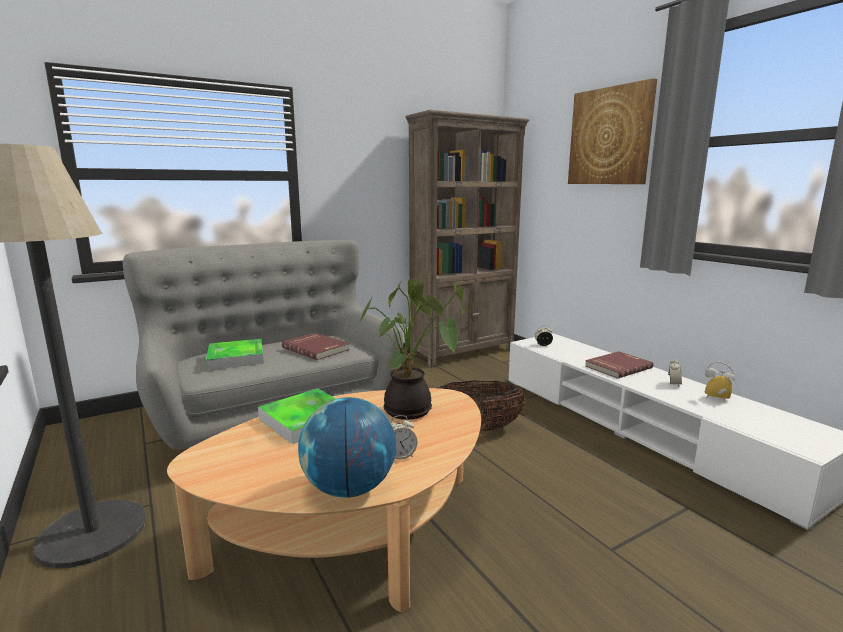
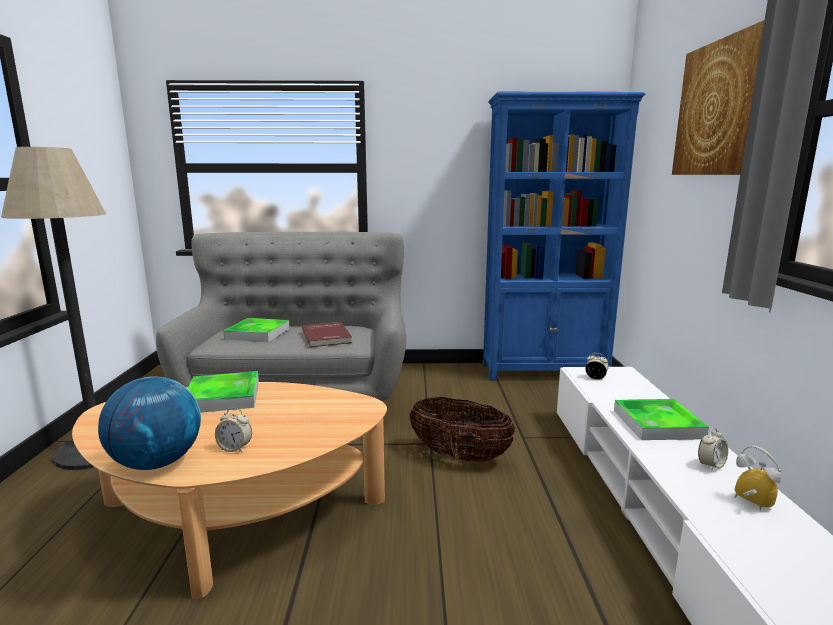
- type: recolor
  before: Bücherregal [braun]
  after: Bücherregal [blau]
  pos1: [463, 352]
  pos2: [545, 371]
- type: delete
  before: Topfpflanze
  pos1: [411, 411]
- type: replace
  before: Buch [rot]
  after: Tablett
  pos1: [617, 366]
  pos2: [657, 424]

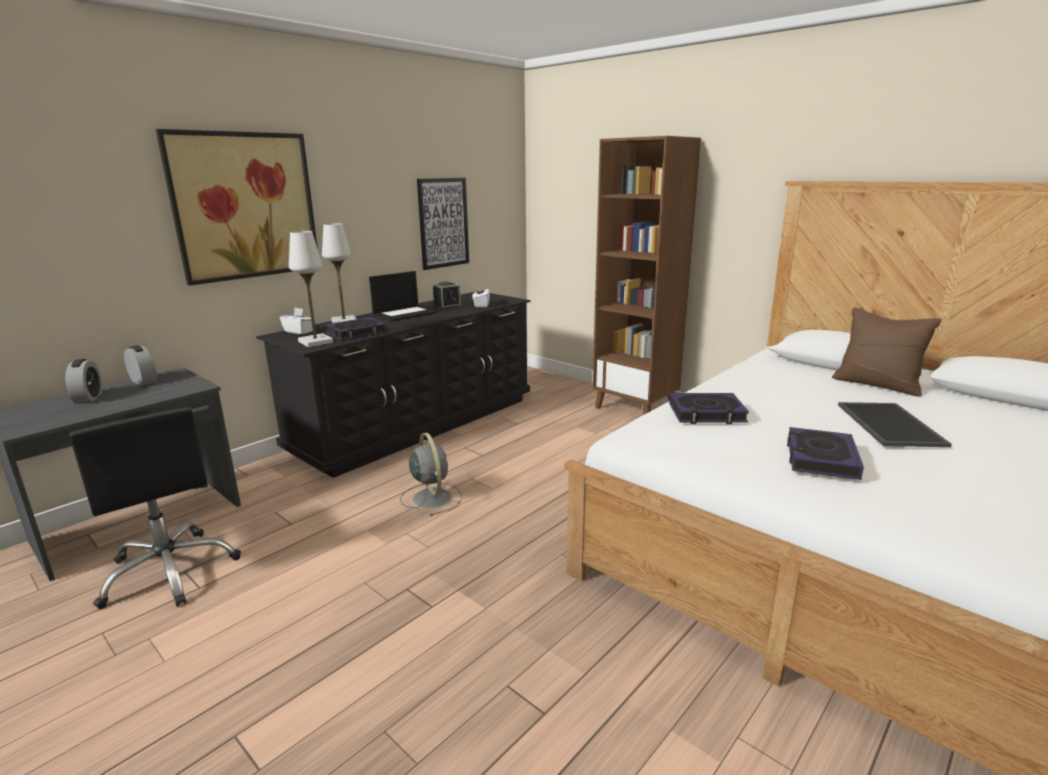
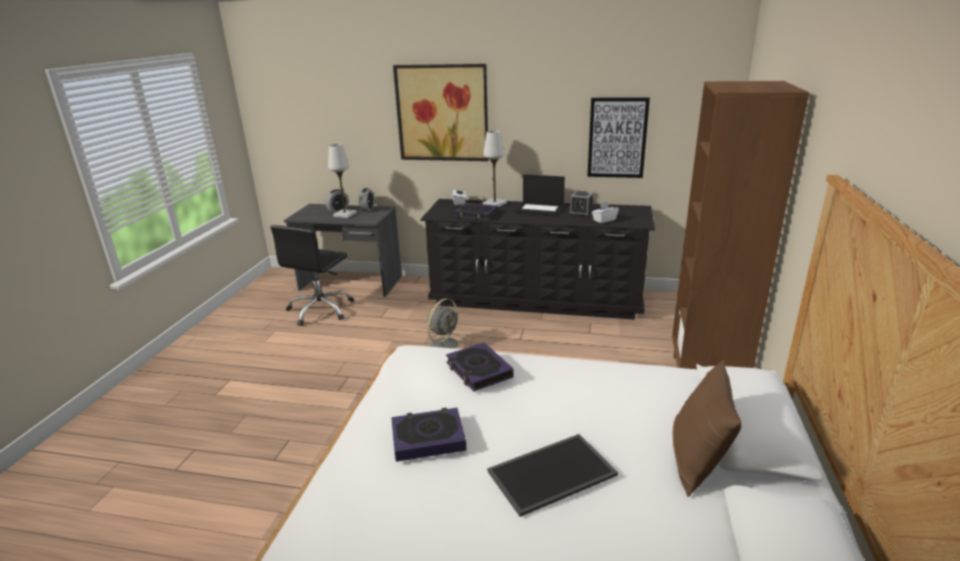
- type: move
  before: Tischlampe [weiß]
  pos1: [315, 342]
  pos2: [345, 214]

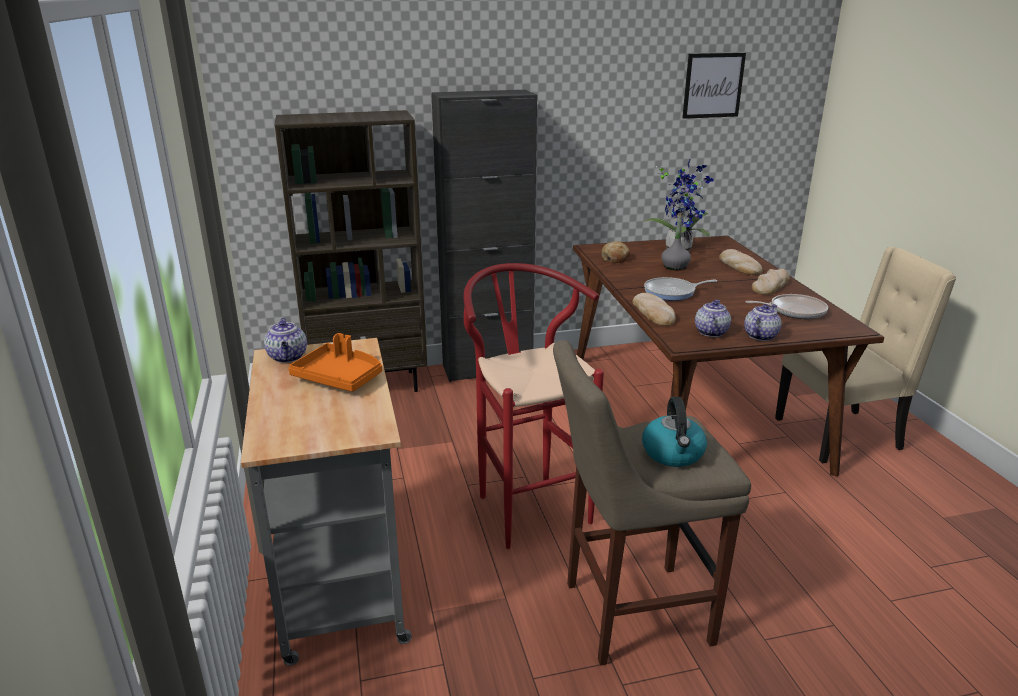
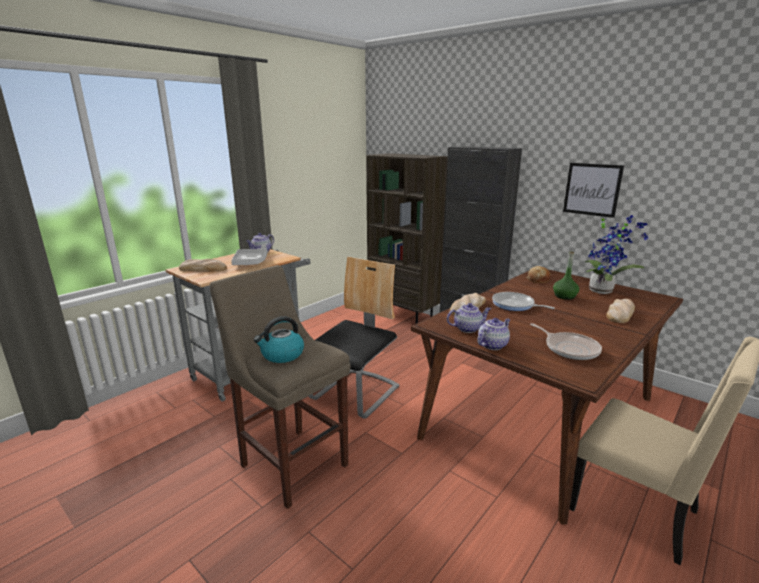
- type: move
  before: Bild
  pos1: [713, 85]
  pos2: [592, 189]
- type: recolor
  before: Flasche [grau]
  after: Flasche [grün]
  pos1: [674, 267]
  pos2: [564, 296]
- type: replace
  before: Hocker [rot]
  after: Stuhl
  pos1: [527, 504]
  pos2: [356, 393]
- type: move
  before: Brot
  pos1: [770, 285]
  pos2: [203, 269]
- type: rotate
  before: Teekanne
  pos1: [760, 335]
  pos2: [492, 345]
  turn: -45
- type: recolor
  before: Tablett [orange]
  after: Tablett [grau]
  pos1: [339, 377]
  pos2: [251, 262]

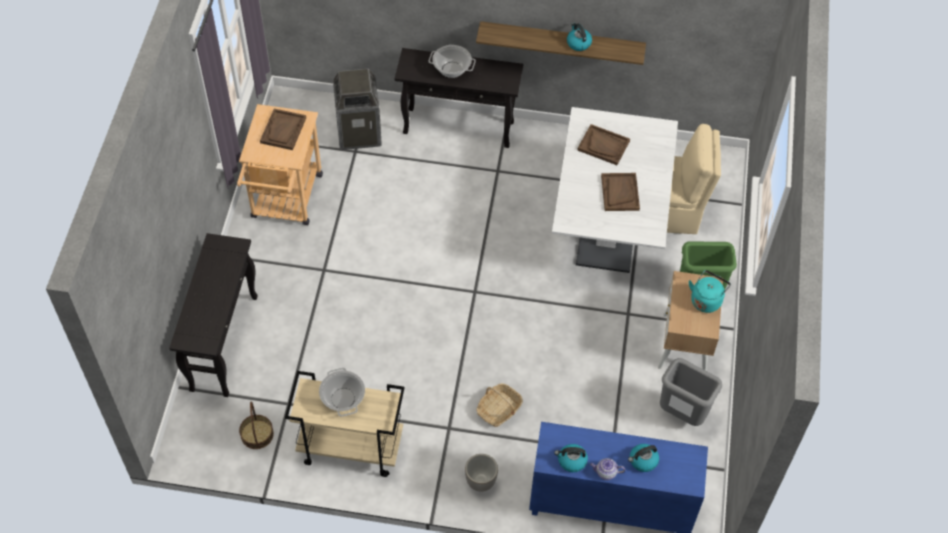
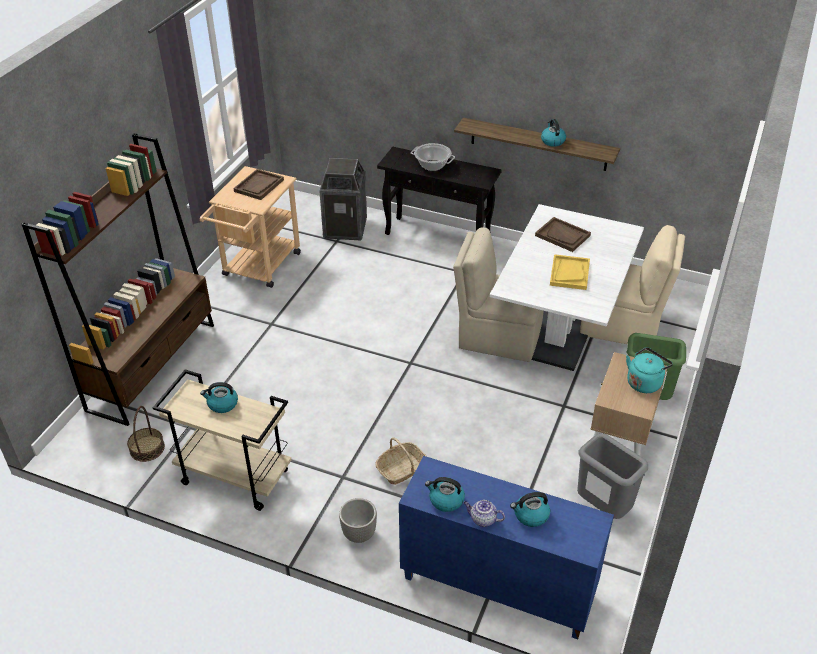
- type: recolor
  before: Tablett [braun]
  after: Tablett [gelb]
  pos1: [620, 193]
  pos2: [569, 273]
- type: replace
  before: Konsolentisch [schwarz]
  after: Bücherregal [braun]
  pos1: [224, 342]
  pos2: [153, 366]
- type: replace
  before: Kochtopf
  after: Wasserkessel
  pos1: [343, 399]
  pos2: [222, 404]
- type: insert
  after: Stuhl [beige]
  pos2: [497, 336]

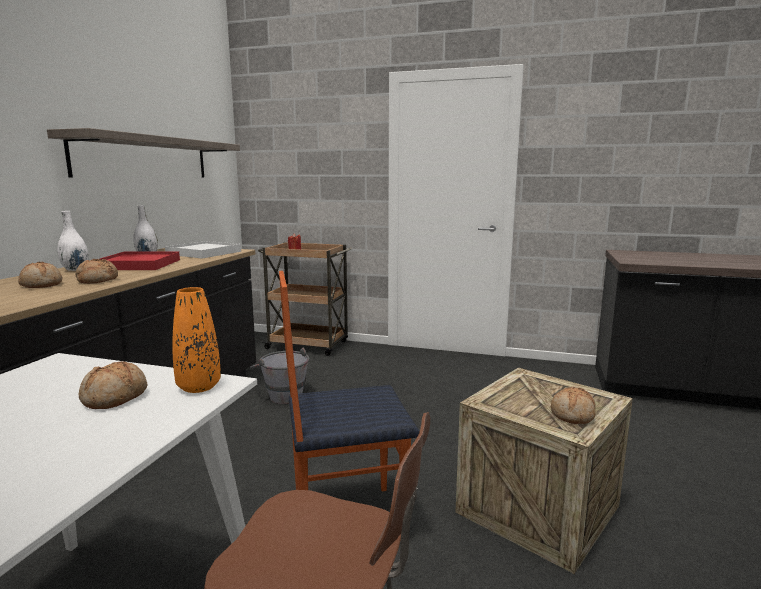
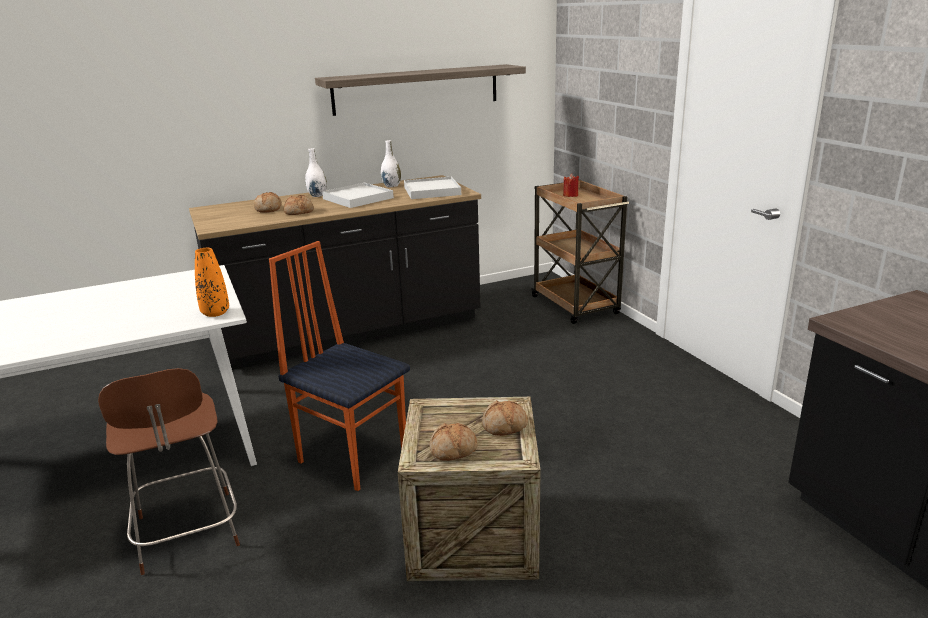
- type: recolor
  before: Tablett [rot]
  after: Tablett [weiß]
  pos1: [139, 264]
  pos2: [358, 198]
- type: delete
  before: Eimer [grau]
  pos1: [282, 394]
- type: move
  before: Brot
  pos1: [115, 398]
  pos2: [504, 426]

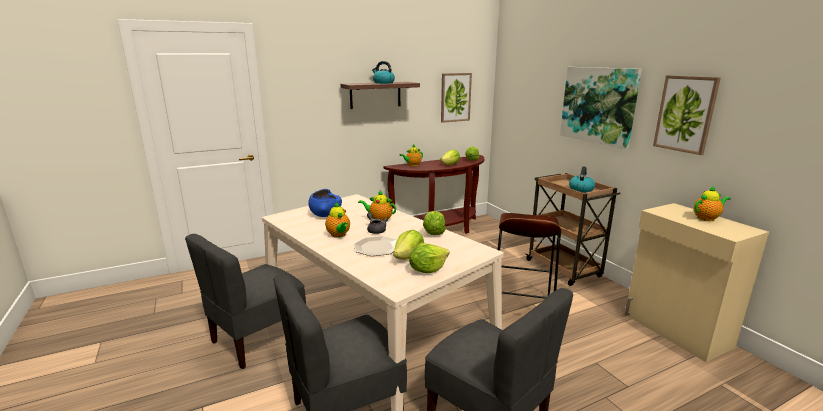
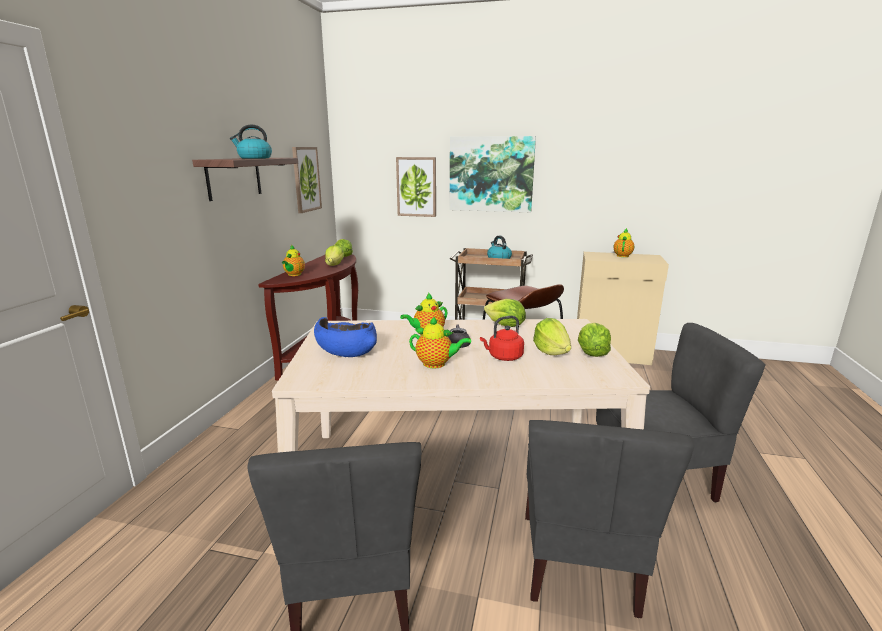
- type: move
  before: Bild
  pos1: [685, 114]
  pos2: [416, 187]
- type: replace
  before: Teller
  after: Wasserkessel [rot]
  pos1: [376, 247]
  pos2: [503, 357]

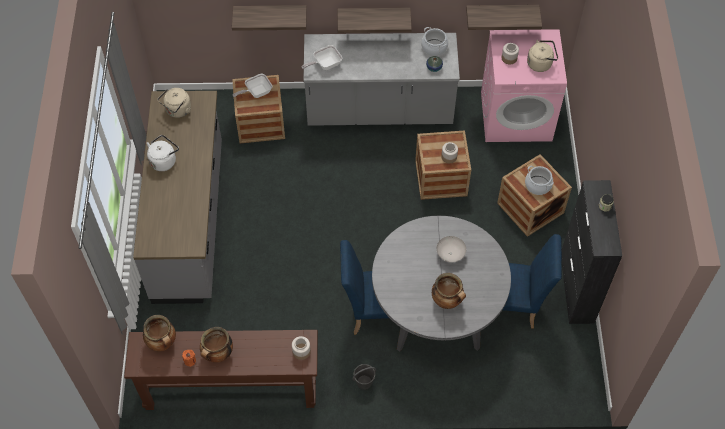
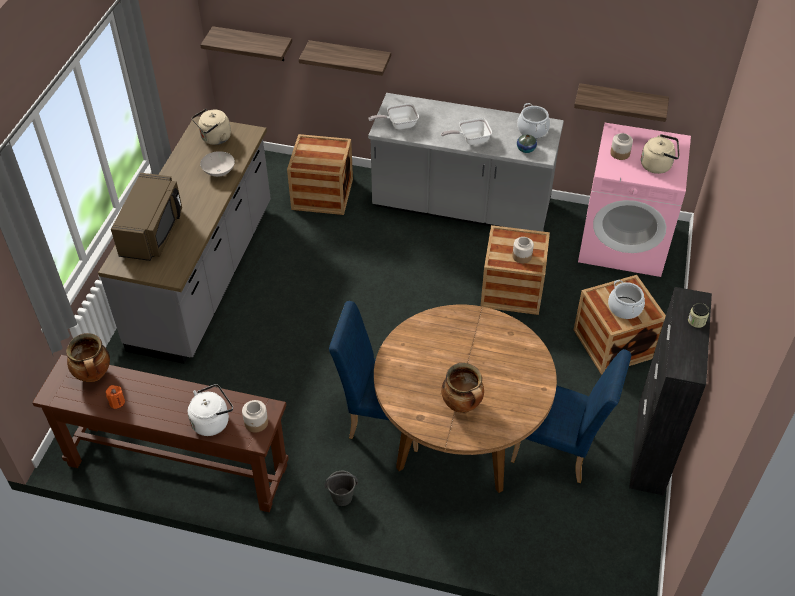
- type: move
  before: Wandregal
  pos1: [373, 16]
  pos2: [253, 44]
- type: move
  before: Pfanne
  pos1: [256, 92]
  pos2: [470, 140]
- type: move
  before: Wasserkessel [weiß]
  pos1: [164, 160]
  pos2: [212, 421]
- type: recolor
  before: Esstisch [grau]
  after: Esstisch [braun]
  pos1: [436, 313]
  pos2: [459, 437]
- type: move
  before: Schüssel [weiß]
  pos1: [451, 254]
  pos2: [219, 172]
- type: delete
  before: Kochtopf
  pos1: [218, 354]
- type: insert
  after: Mikrowelle [braun]
  pos2: [153, 232]

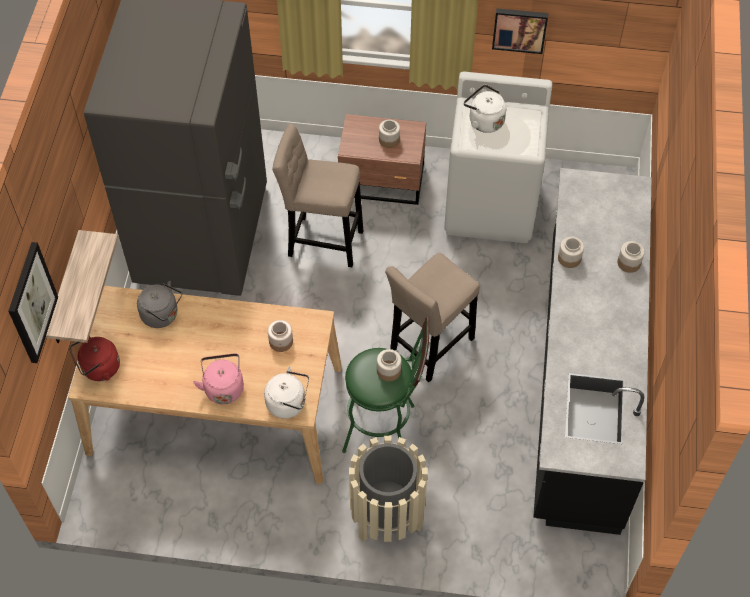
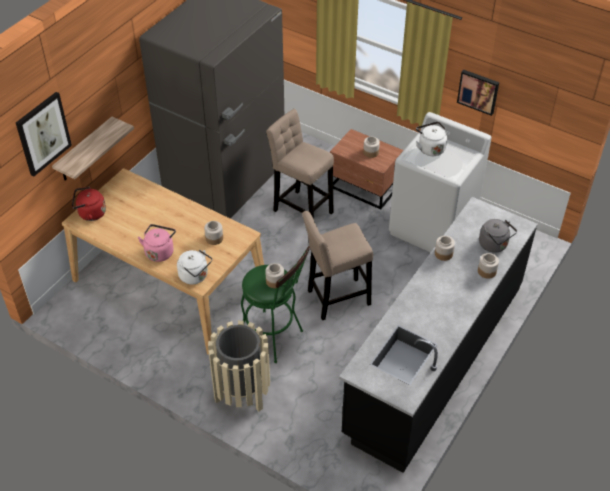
- type: move
  before: Wasserkessel [grau]
  pos1: [162, 315]
  pos2: [494, 245]

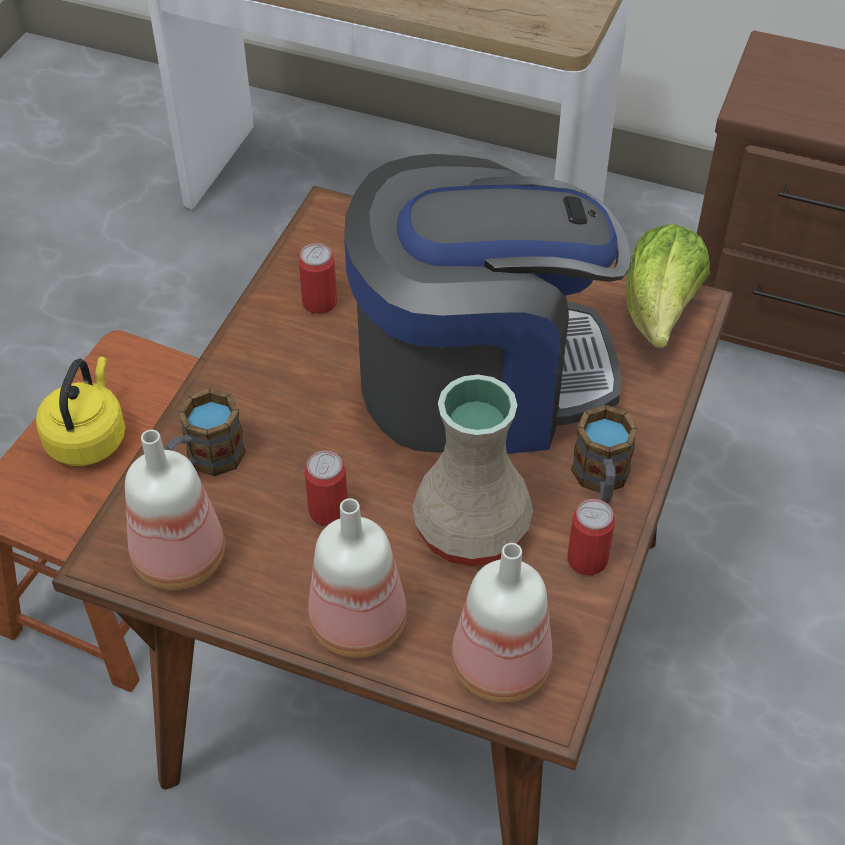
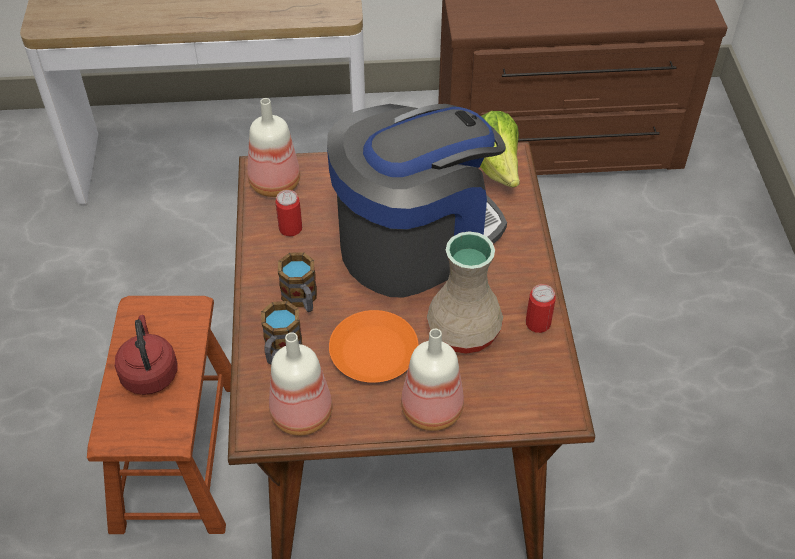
- type: recolor
  before: Wasserkessel [gelb]
  after: Wasserkessel [rot]
  pos1: [88, 437]
  pos2: [149, 372]
- type: move
  before: Henkelbecher
  pos1: [601, 480]
  pos2: [302, 299]
- type: replace
  before: Dose
  after: Teller [orange]
  pos1: [328, 511]
  pos2: [374, 351]
- type: move
  before: Flasche
  pos1: [497, 668]
  pos2: [274, 184]

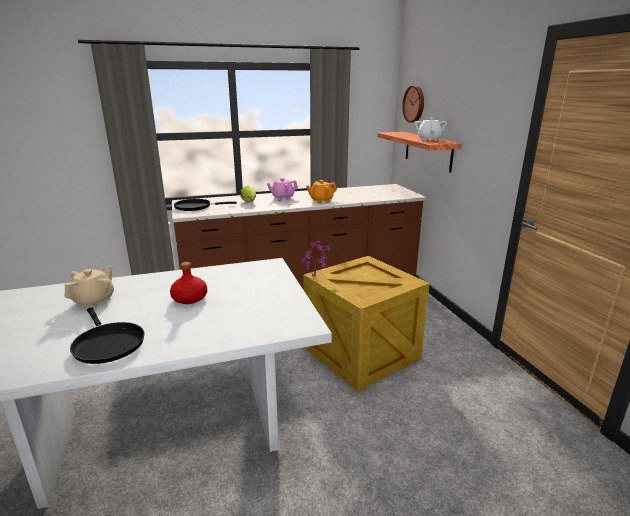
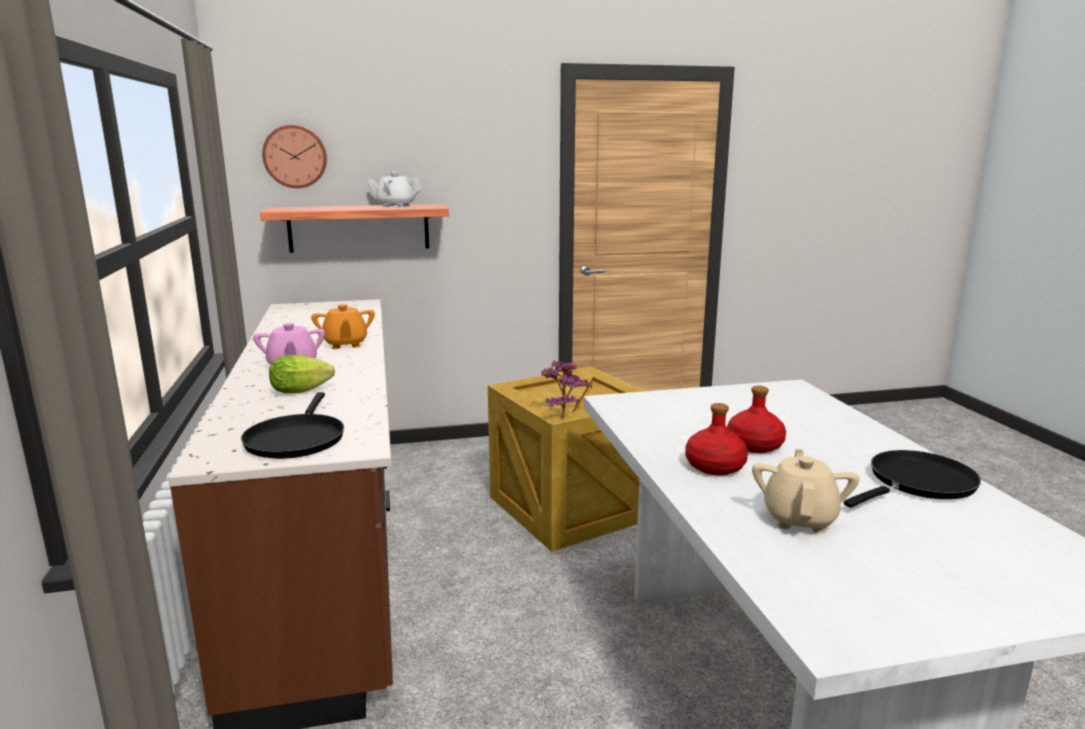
- type: rotate
  before: Teekanne [beige]
  pos1: [94, 301]
  pos2: [799, 519]
  turn: 75
- type: insert
  after: Flasche [rot]
  pos2: [715, 466]

